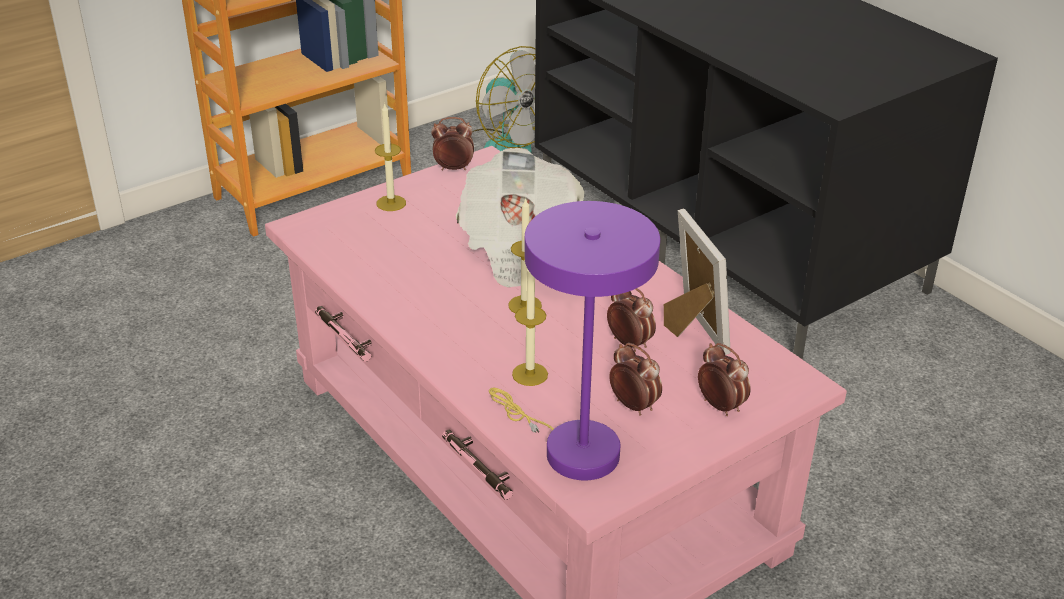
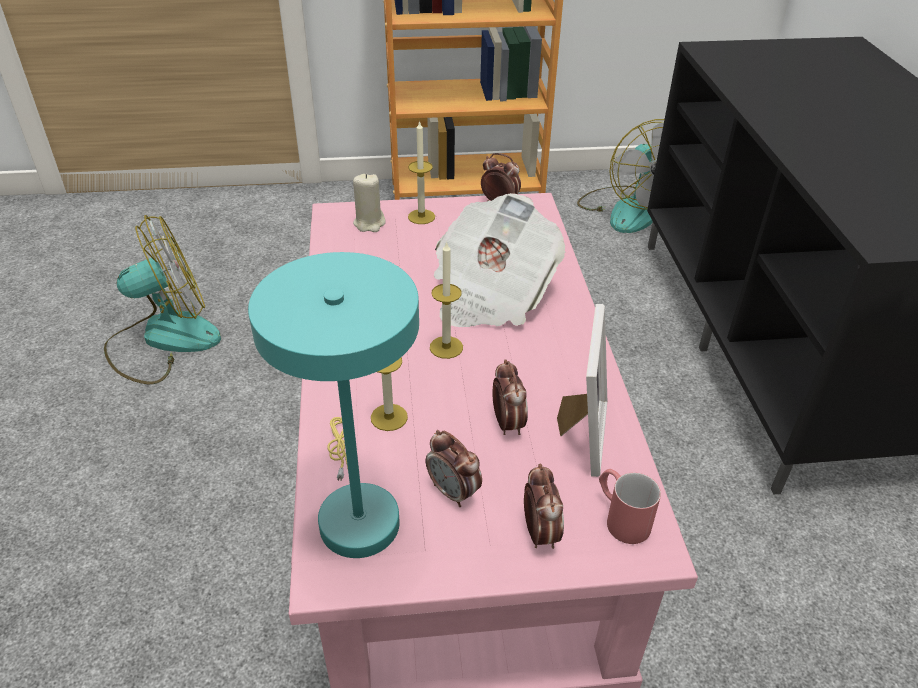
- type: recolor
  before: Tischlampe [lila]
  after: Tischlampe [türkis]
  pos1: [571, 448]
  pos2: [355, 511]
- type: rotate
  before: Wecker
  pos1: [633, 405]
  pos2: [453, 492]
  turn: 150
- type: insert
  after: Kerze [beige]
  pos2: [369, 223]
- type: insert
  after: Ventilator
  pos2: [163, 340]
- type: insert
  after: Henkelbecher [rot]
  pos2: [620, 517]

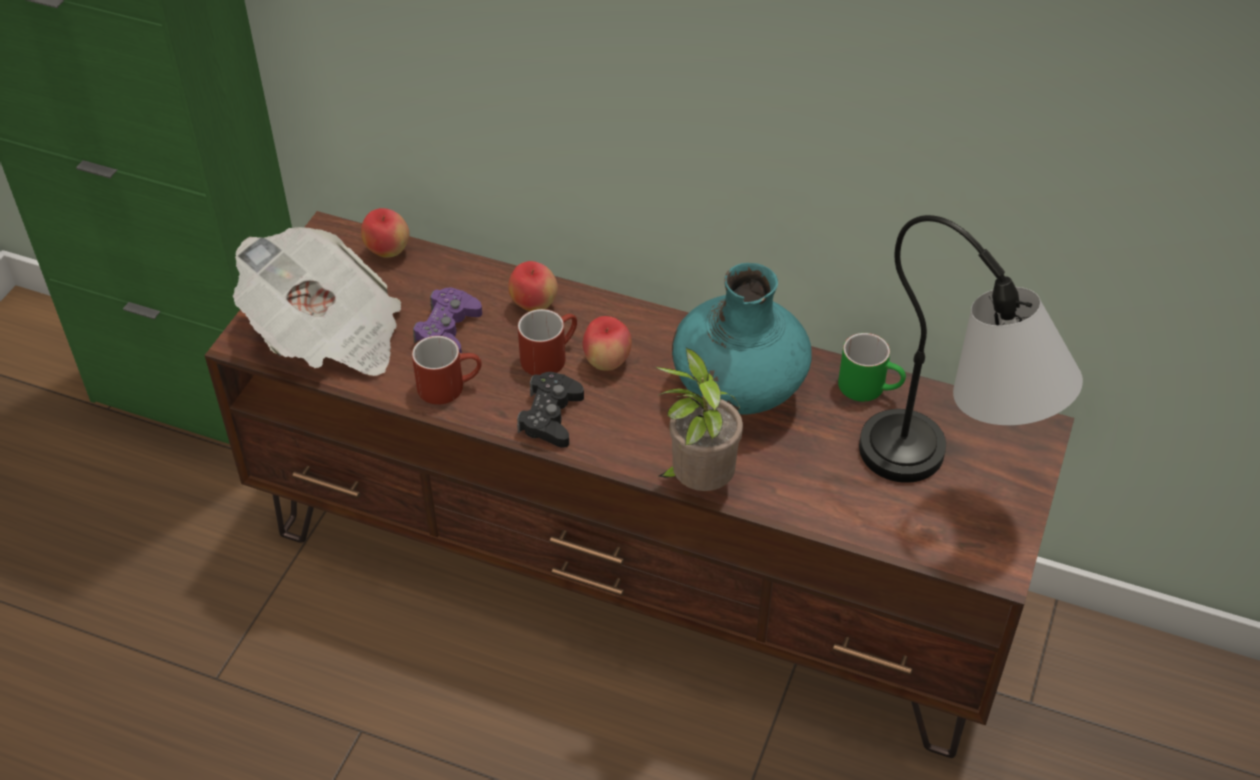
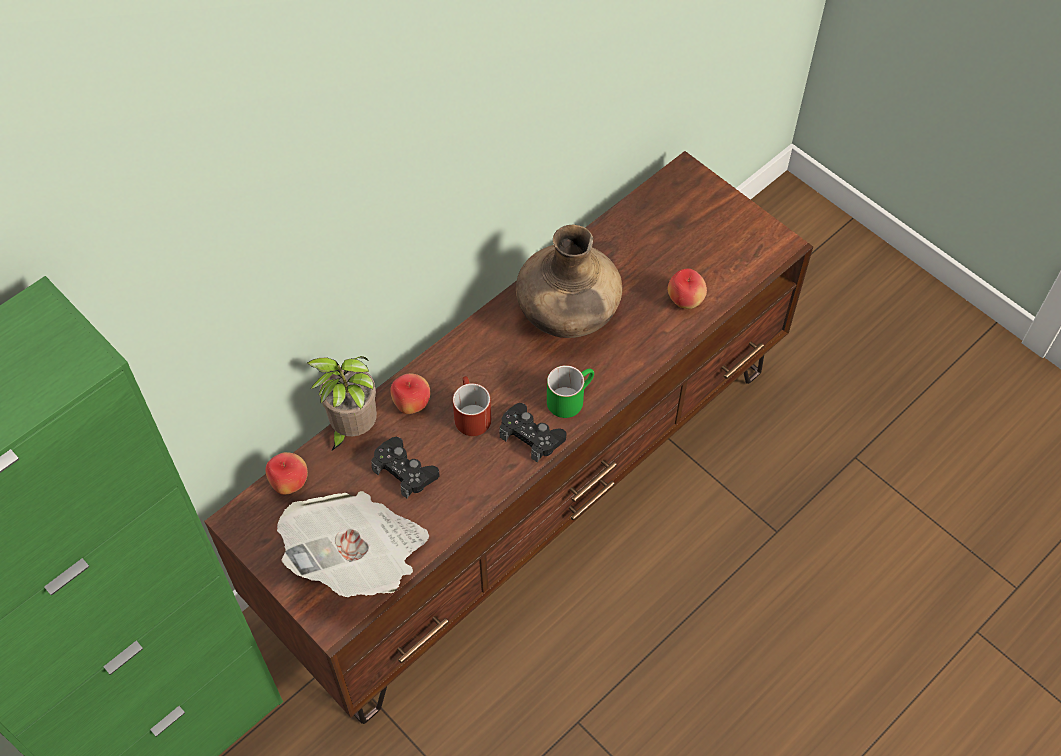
- type: delete
  before: Tischlampe
  pos1: [951, 480]
- type: recolor
  before: Vase [türkis]
  after: Vase [braun]
  pos1: [737, 391]
  pos2: [567, 315]
- type: recolor
  before: Gamepad [lila]
  after: Gamepad [schwarz]
  pos1: [448, 330]
  pos2: [405, 471]
- type: move
  before: Apfel
  pos1: [607, 362]
  pos2: [685, 301]
- type: move
  before: Henkelbecher [grün]
  pos1: [870, 387]
  pos2: [570, 397]
- type: delete
  before: Henkelbecher [rot]
  pos1: [449, 385]
- type: move
  before: Topfpflanze
  pos1: [698, 483]
  pos2: [352, 429]

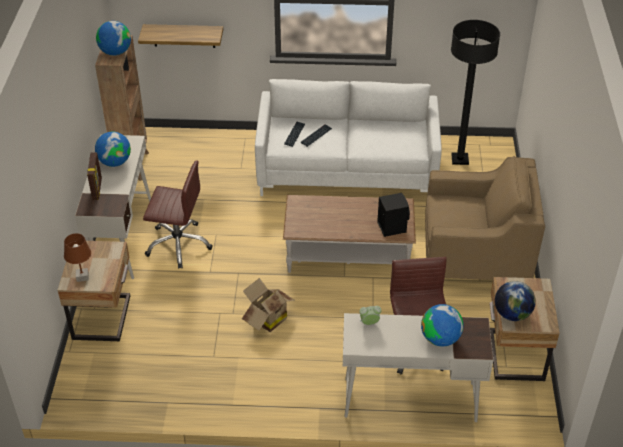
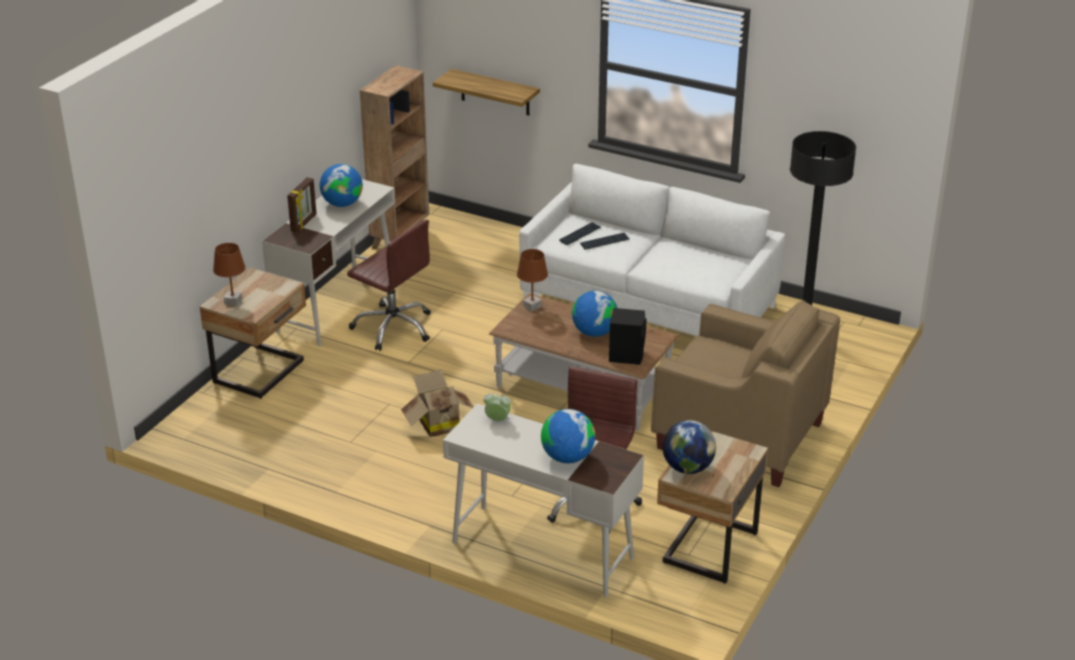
- type: move
  before: Globus
  pos1: [115, 52]
  pos2: [594, 333]
- type: insert
  after: Tischlampe [braun]
  pos2: [532, 306]

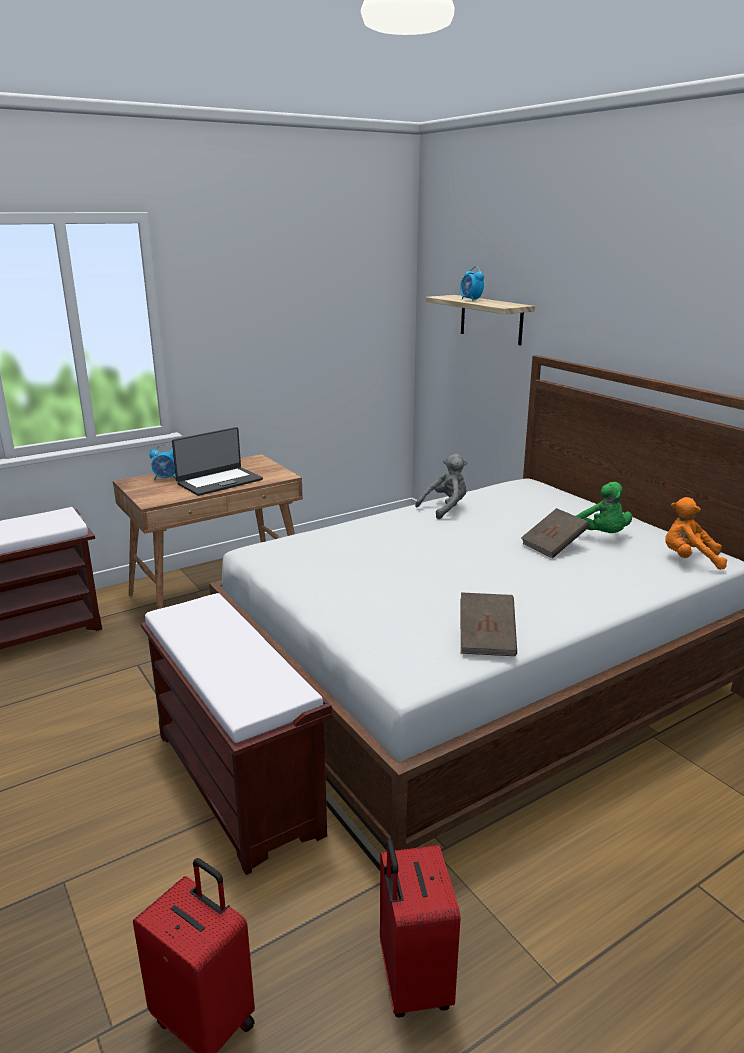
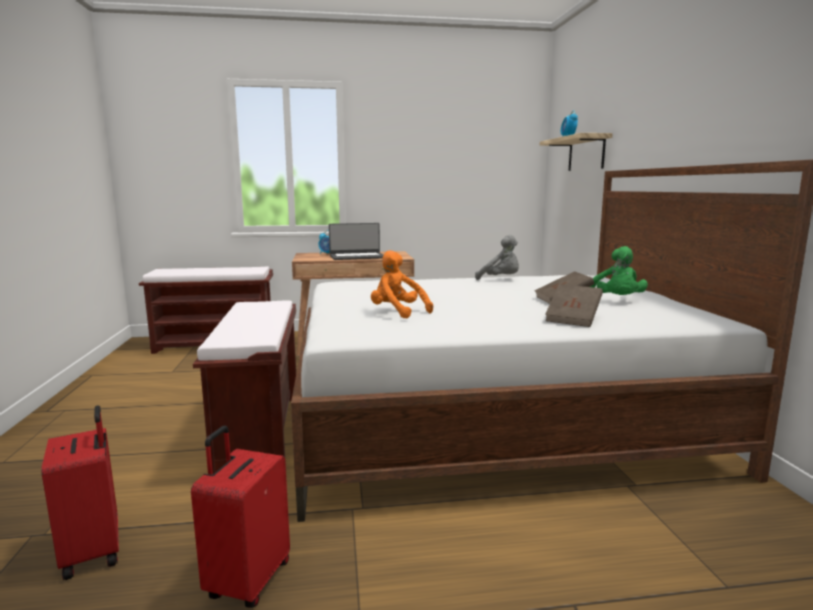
- type: rotate
  before: Plüschtier [grau]
  pos1: [445, 508]
  pos2: [501, 279]
  turn: 45
- type: move
  before: Plüschtier [orange]
  pos1: [689, 560]
  pos2: [397, 312]
- type: move
  before: Buch [braun]
  pos1: [486, 639]
  pos2: [573, 319]

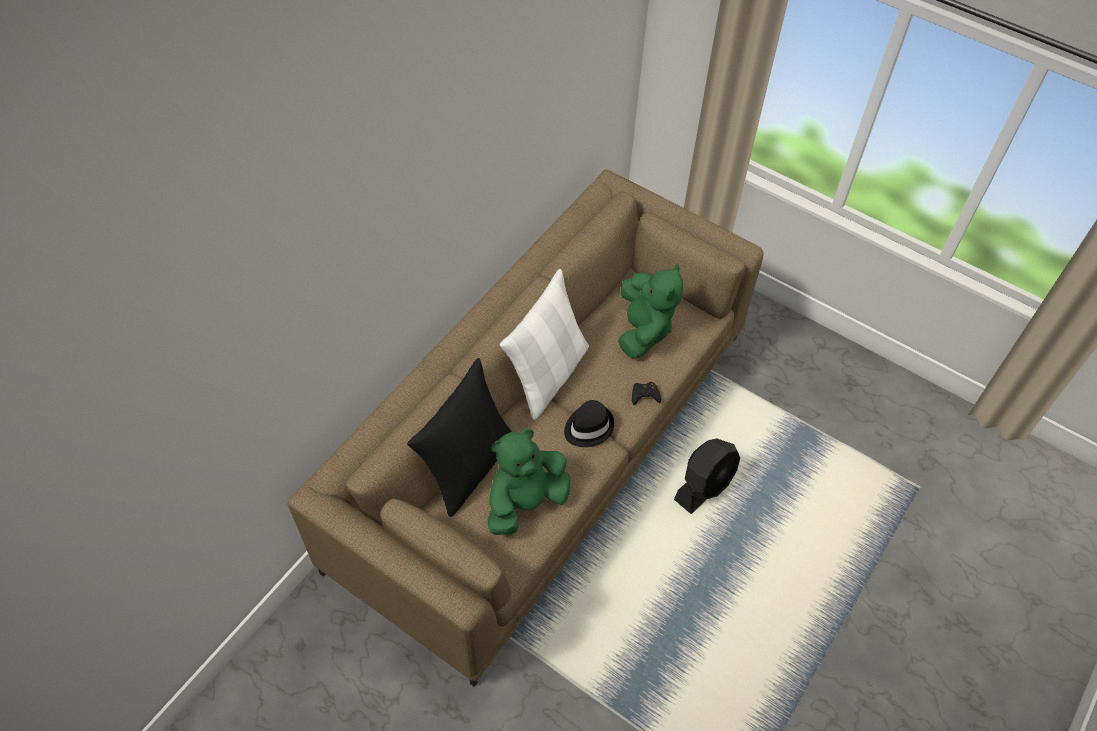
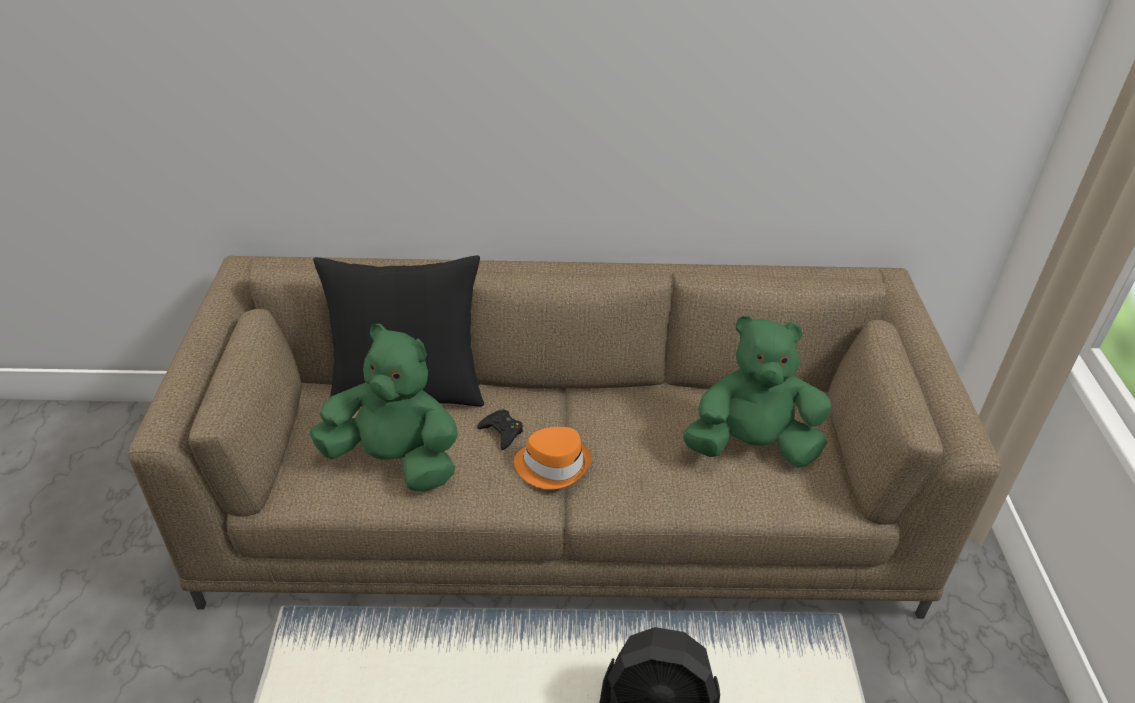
- type: rotate
  before: Plüschtier [grün]
  pos1: [643, 330]
  pos2: [751, 446]
  turn: -150
- type: delete
  before: Kissen [weiß]
  pos1: [548, 375]
- type: move
  before: Gamepad [schwarz]
  pos1: [645, 395]
  pos2: [502, 432]
- type: recolor
  before: Hut [schwarz]
  after: Hut [orange]
  pos1: [588, 427]
  pos2: [553, 465]

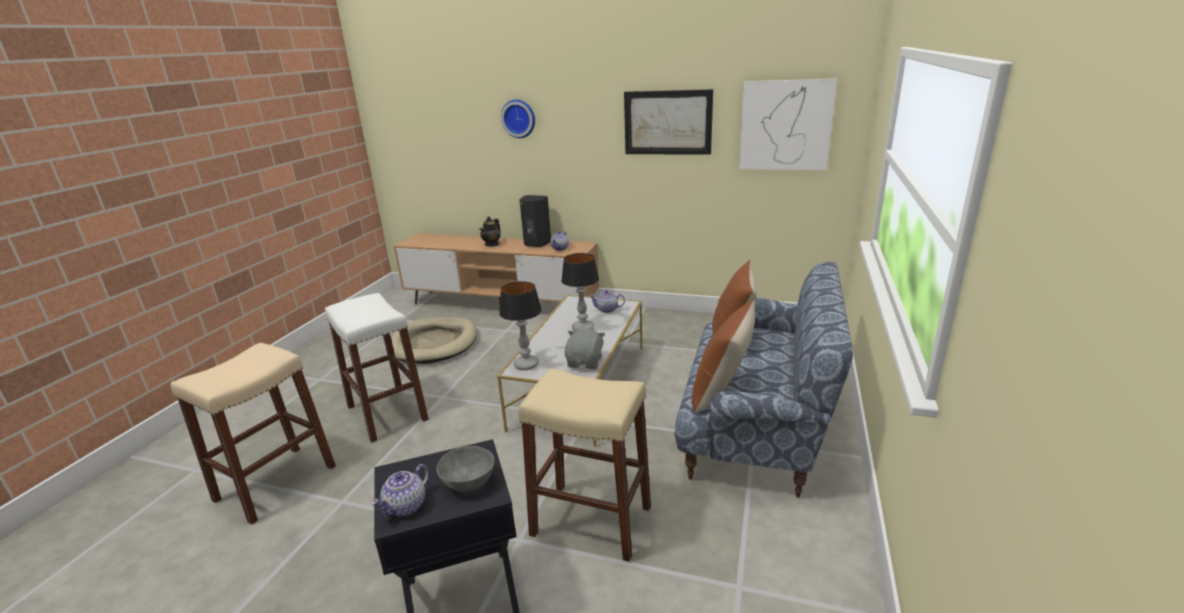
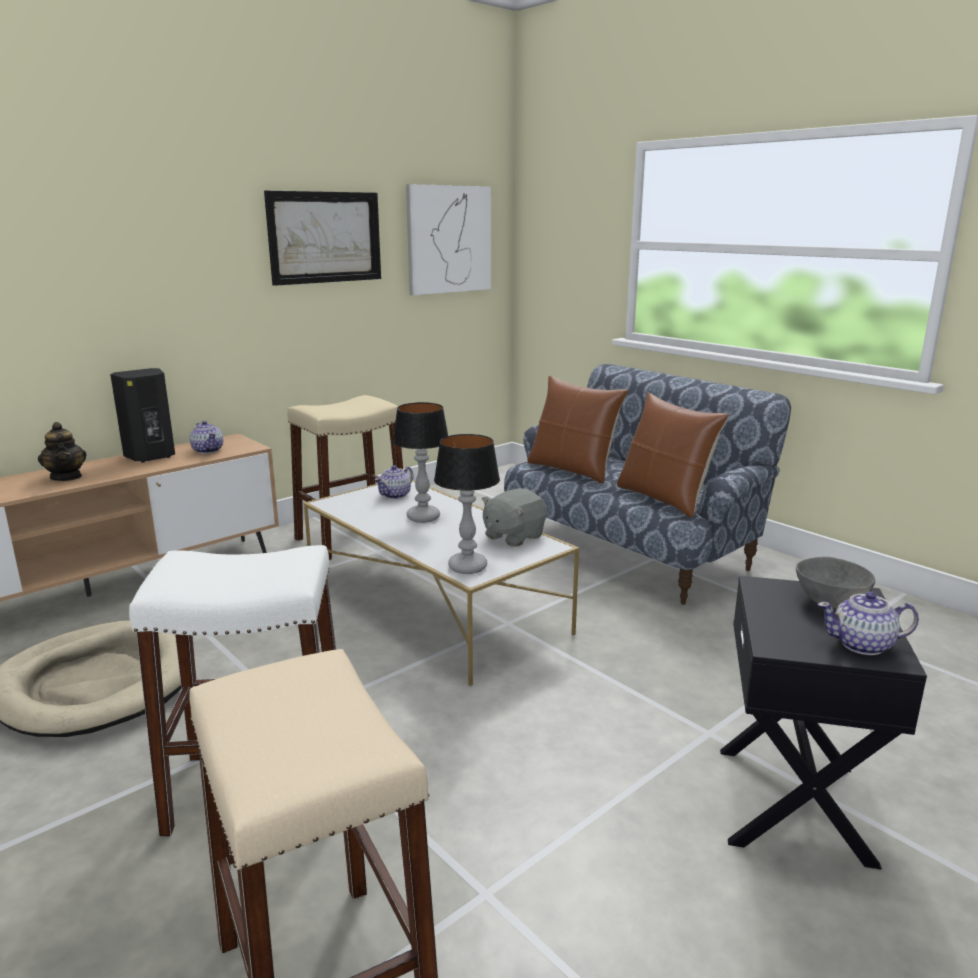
- type: delete
  before: Wanduhr
  pos1: [519, 118]
- type: rotate
  before: Plüschtier [grau]
  pos1: [585, 362]
  pos2: [513, 536]
  turn: -90
- type: move
  before: Hocker [beige]
  pos1: [591, 520]
  pos2: [352, 538]
- type: rotate
  before: Teekanne
  pos1: [406, 506]
  pos2: [863, 645]
  turn: 120

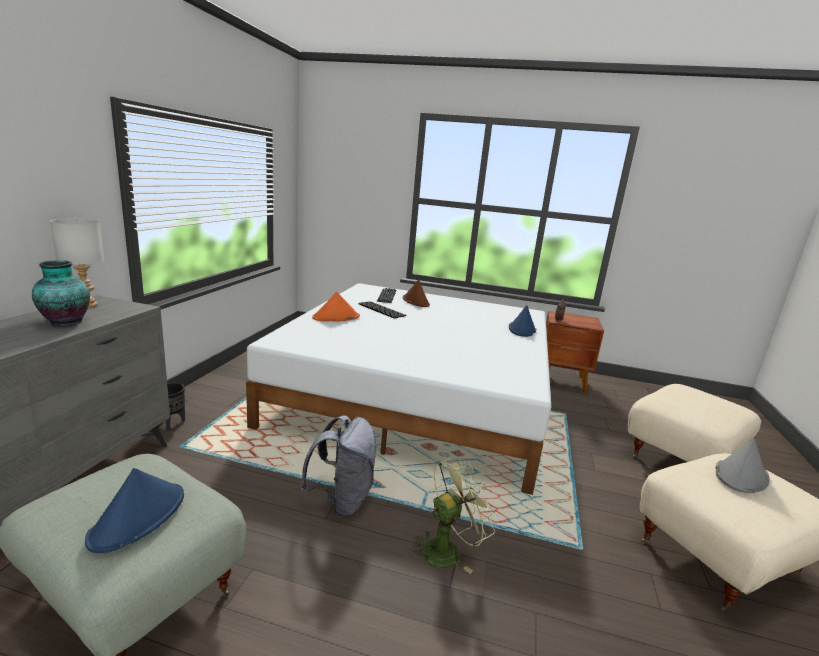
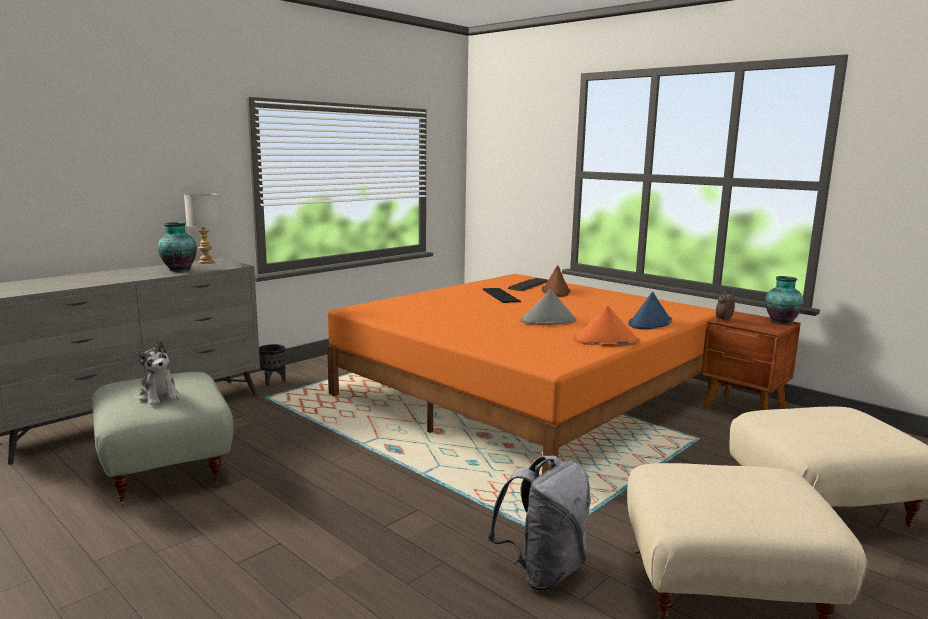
- type: recolor
  before: Bett [weiß]
  after: Bett [orange]
  pos1: [418, 393]
  pos2: [527, 393]
- type: move
  before: Hut [orange]
  pos1: [336, 317]
  pos2: [605, 341]
- type: move
  before: Rucksack [grau]
  pos1: [342, 500]
  pos2: [543, 571]
- type: move
  before: Hut [grau]
  pos1: [741, 475]
  pos2: [548, 321]
- type: delete
  before: Ventilator [grün]
  pos1: [447, 549]
- type: replace
  before: Hut [blau]
  after: Plüschtier
  pos1: [139, 517]
  pos2: [159, 396]
- type: insert
  after: Vase
  pos2: [780, 322]

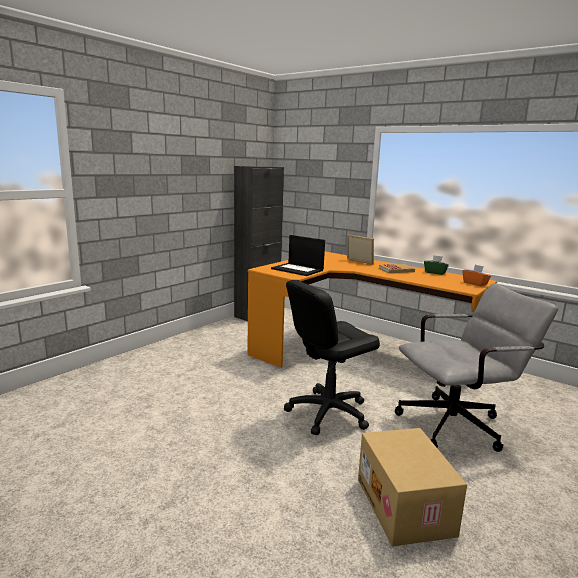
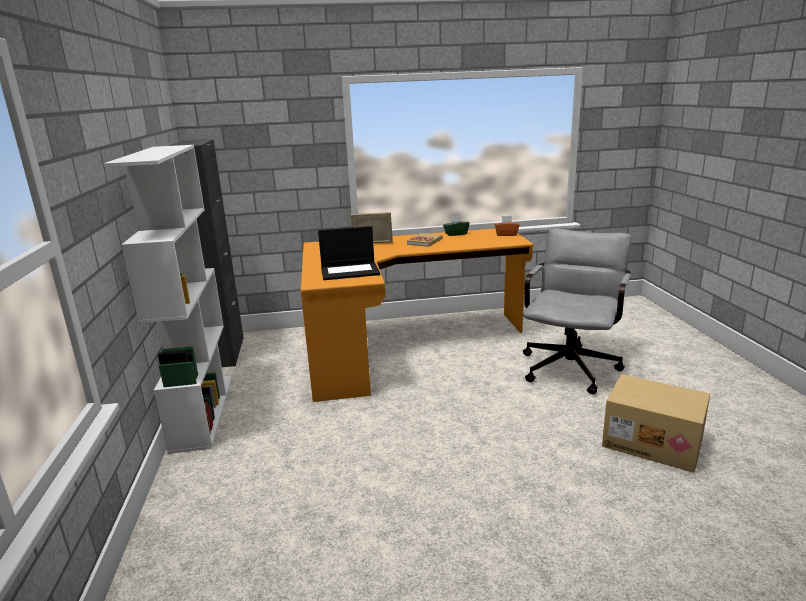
- type: delete
  before: Bürostuhl [schwarz]
  pos1: [328, 412]
- type: insert
  after: Bücherregal [weiß]
  pos2: [202, 410]

